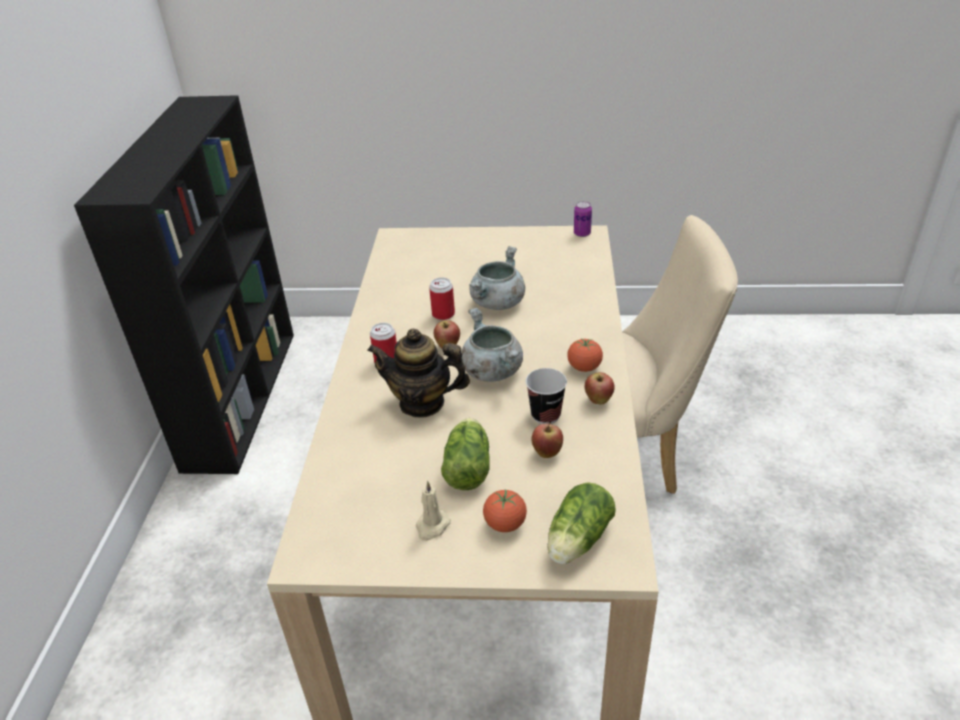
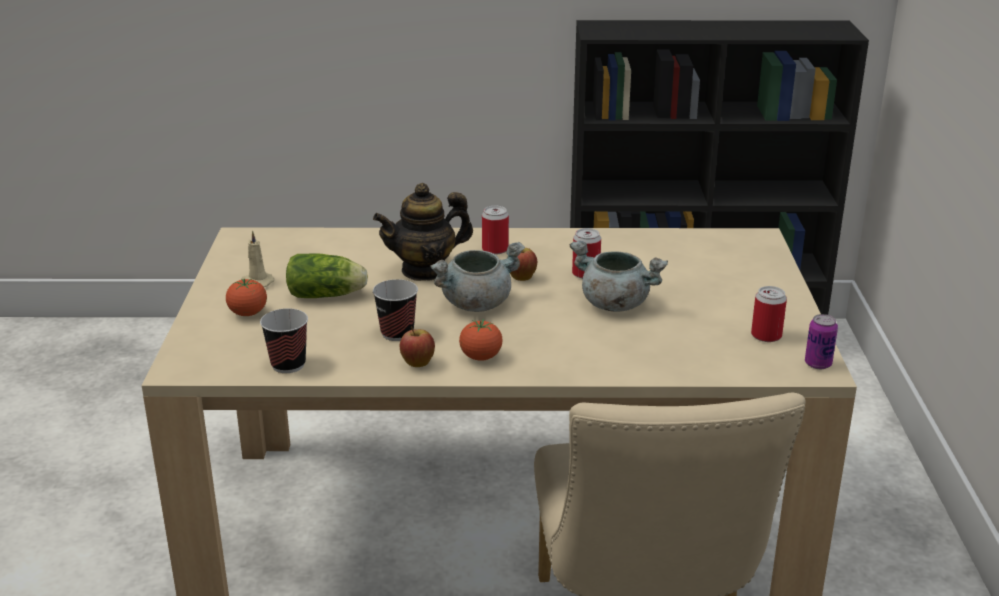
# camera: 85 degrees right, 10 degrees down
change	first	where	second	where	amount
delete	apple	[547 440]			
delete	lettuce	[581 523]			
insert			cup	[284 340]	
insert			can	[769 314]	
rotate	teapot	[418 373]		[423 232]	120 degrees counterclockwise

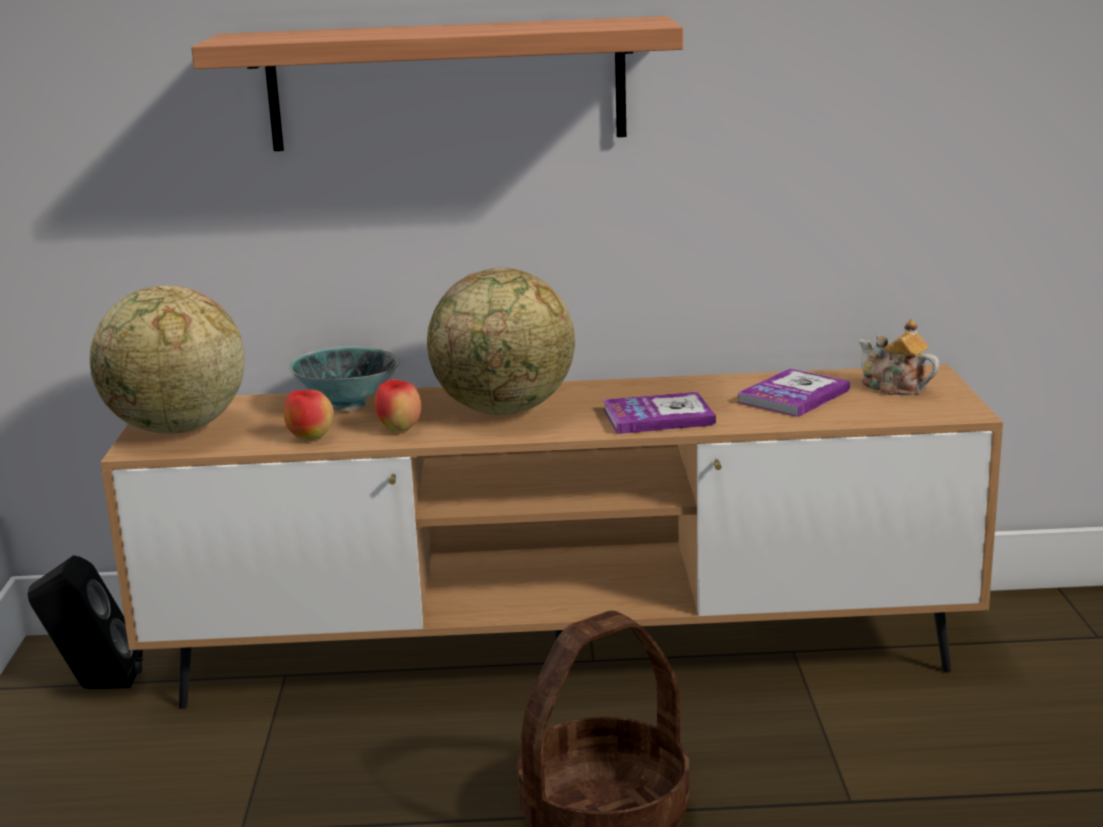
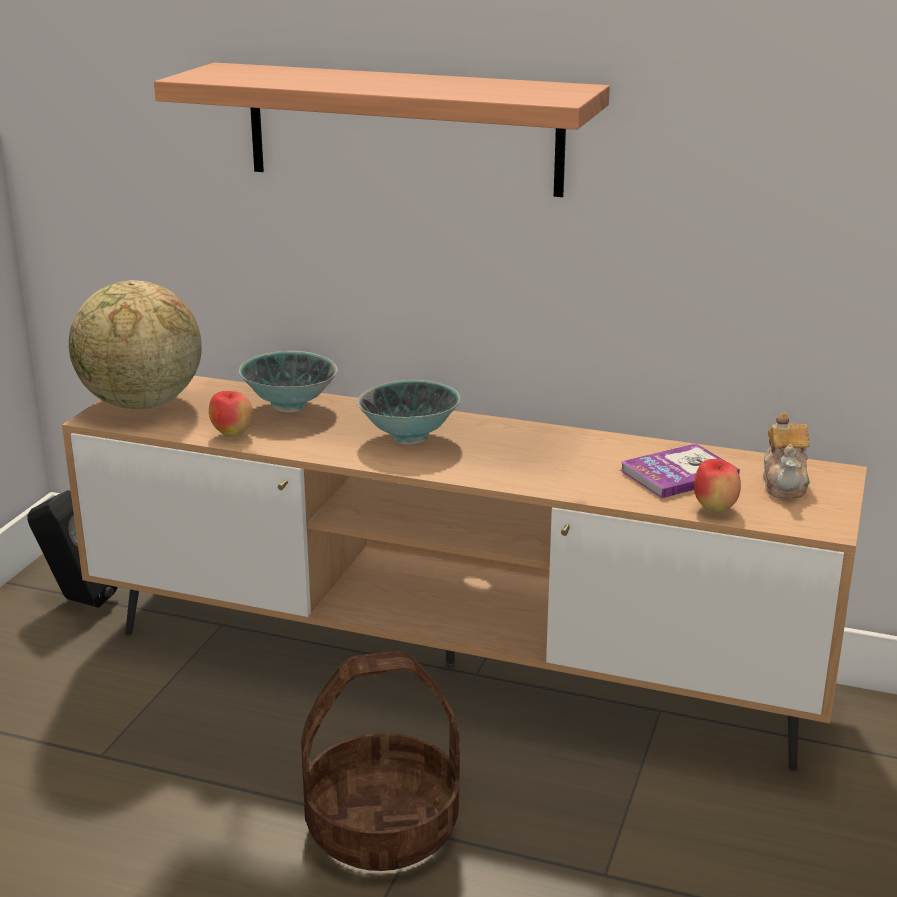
# camera: 20 degrees right, 5 degrees up
change	first	where	second	where	amount
delete	book	[659 413]			
move	apple	[398 406]		[717 485]	
replace	globe	[501 341]	bowl	[409 412]	
rotate	teapot	[899 357]		[786 456]	150 degrees counterclockwise

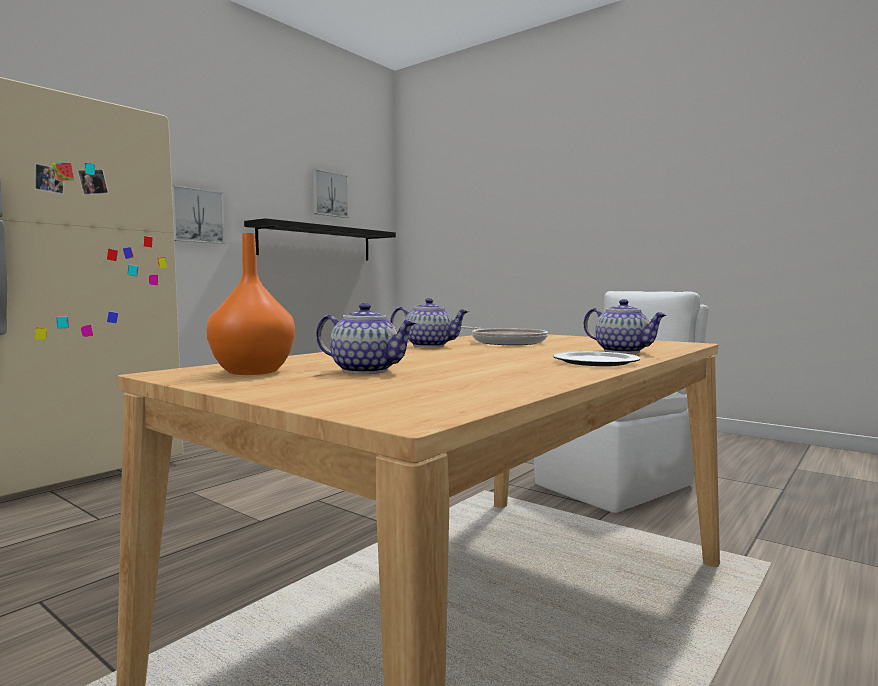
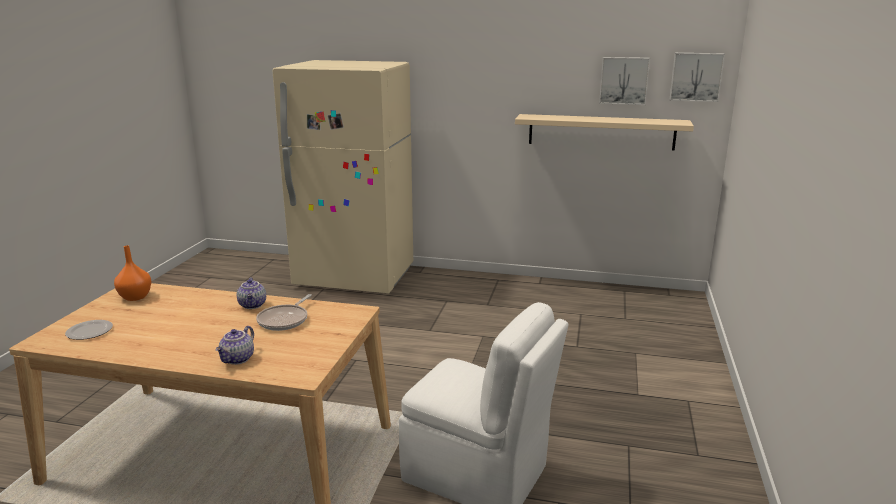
# camera: 65 degrees right, 15 degrees up
change	first	where	second	where	amount
delete	teapot	[366 338]			
move	picture	[198 214]		[697 77]	
move	plate	[597 358]		[89 330]	
recolor	black shelf	[320 239]	beige shelf	[604 132]	

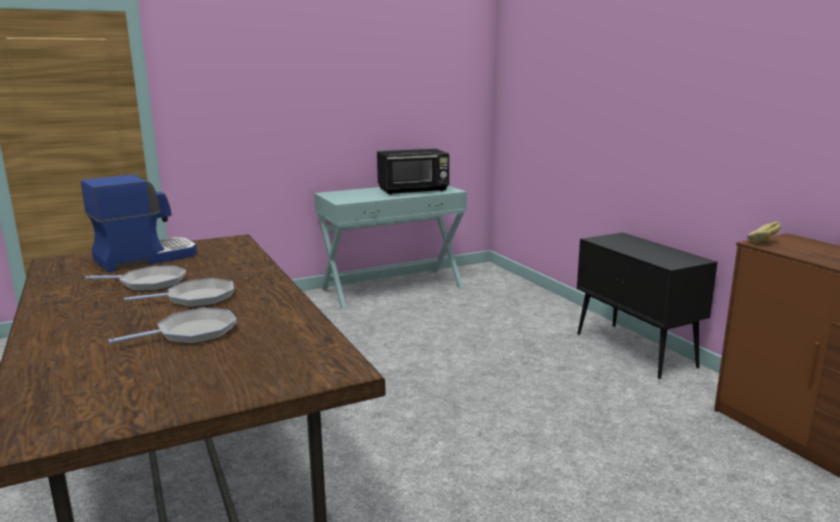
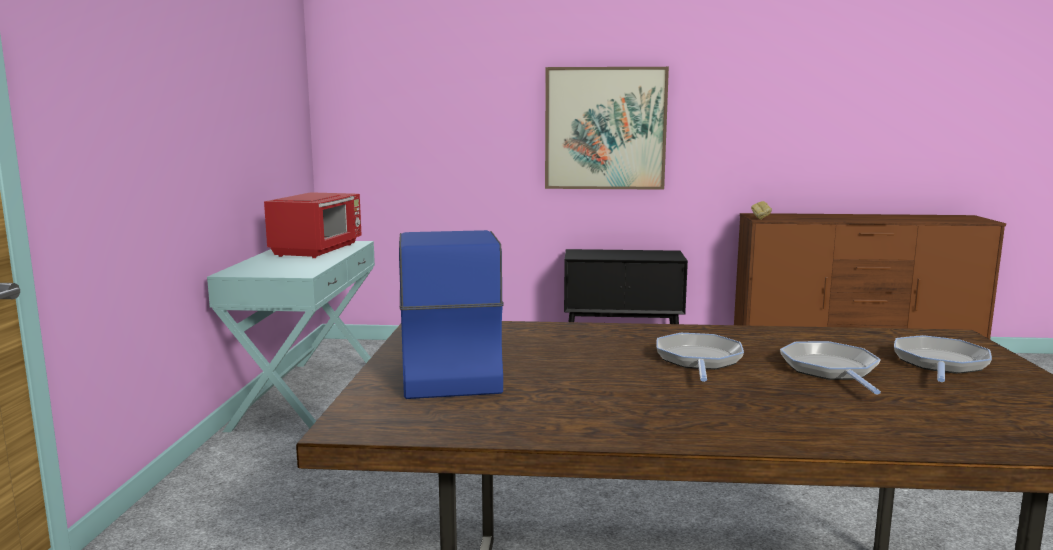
# camera: 60 degrees left, 5 degrees down
change	first	where	second	where	amount
insert			picture	[607 128]	
move	frying pan	[135 278]		[943 358]	
recolor	black microwave	[413 172]	red microwave	[312 225]	

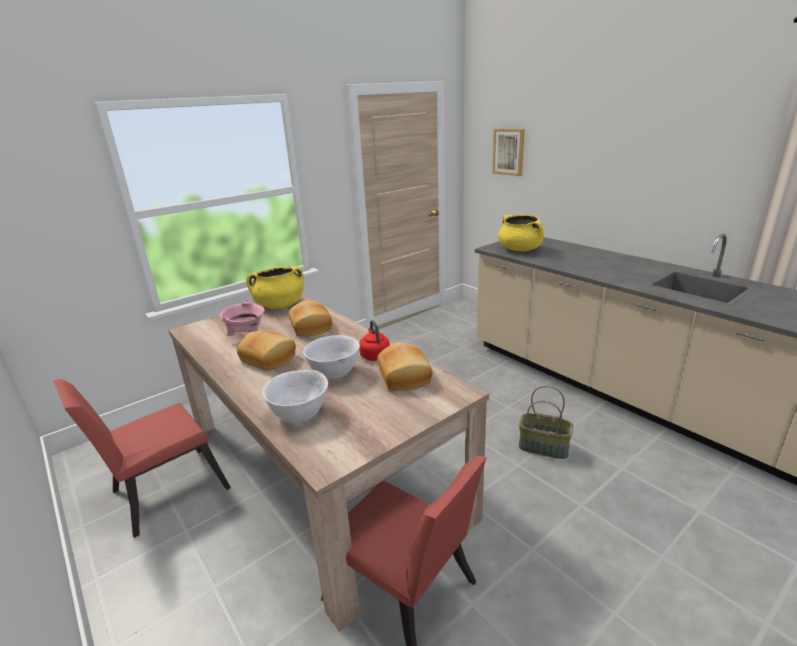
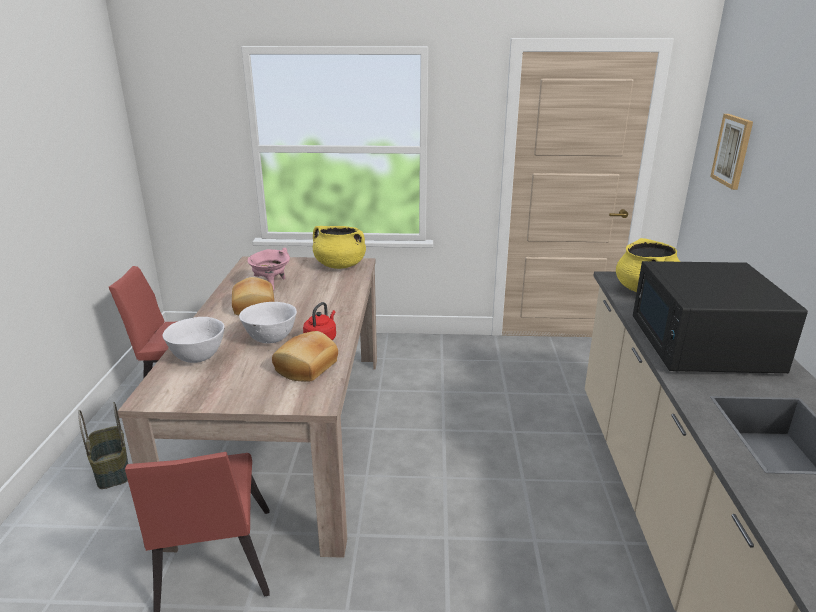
# camera: 40 degrees right, 0 degrees up
change	first	where	second	where	amount
delete	bread	[310 318]			
insert			black microwave	[720 317]	
move	basket	[546 422]		[103 445]	

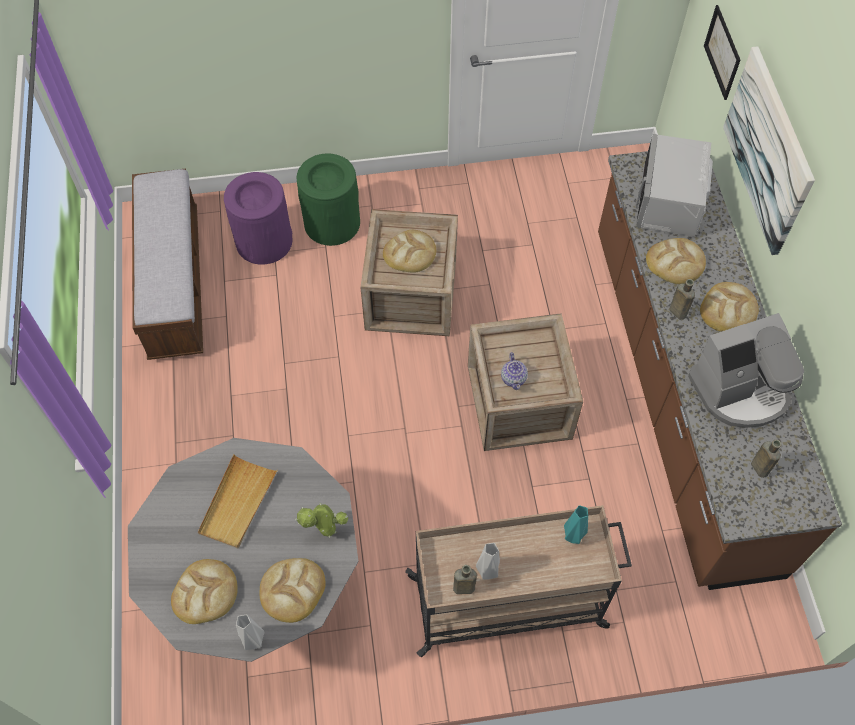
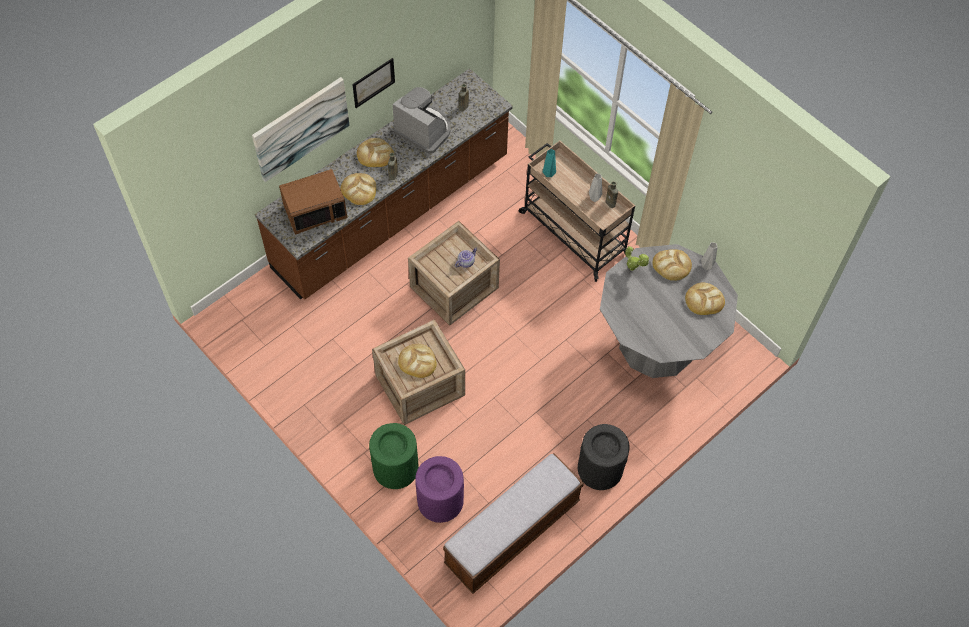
# camera: 125 degrees left, 0 degrees up
change	first	where	second	where	amount
delete	beige tray	[238 501]			
insert			black trash can	[603 457]	
move	picture	[722 52]		[373 83]	
recolor	grey microwave	[674 185]	brown microwave	[313 202]	

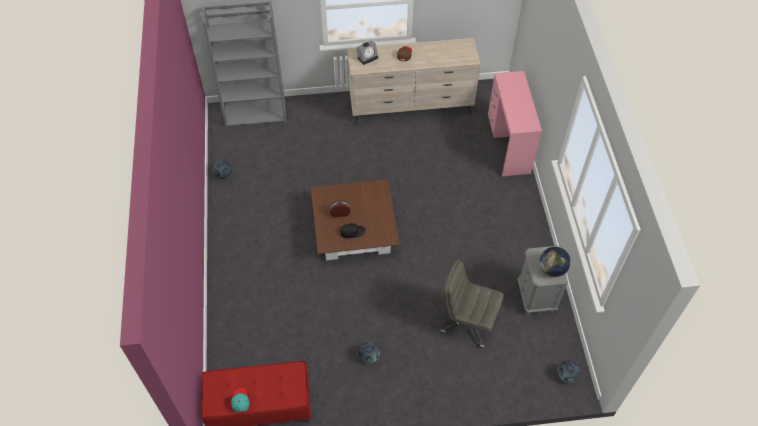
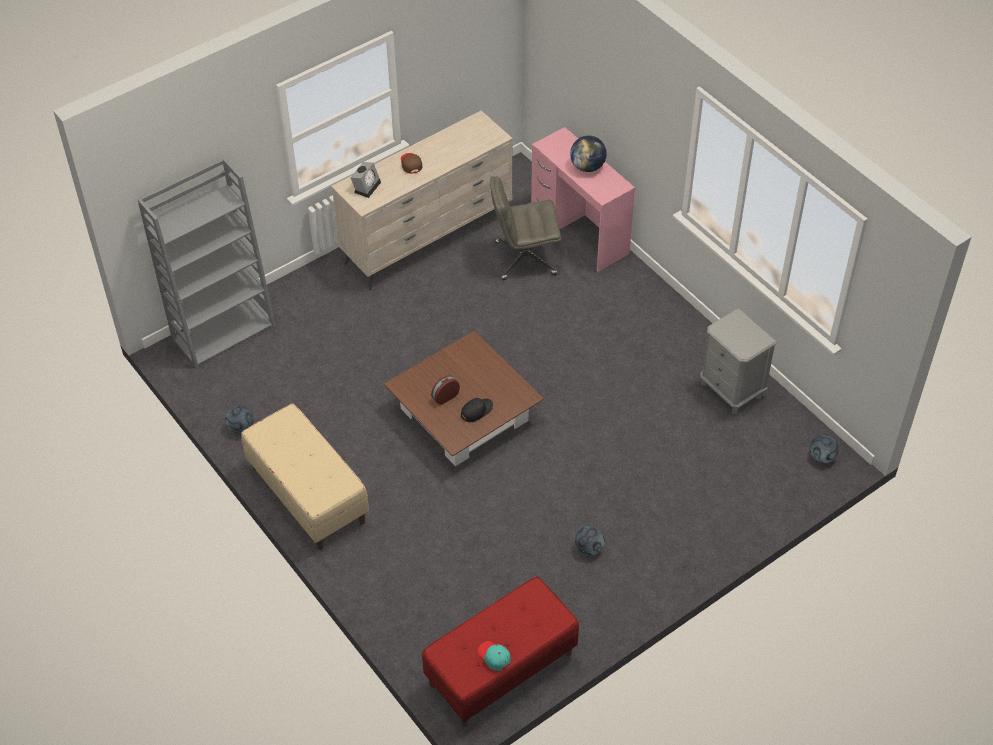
# camera: 30 degrees left, 5 degrees down
change	first	where	second	where	amount
insert			beige bench	[305 477]	
move	grey office chair	[472 304]		[525 228]	
move	globe	[555 262]		[588 153]	

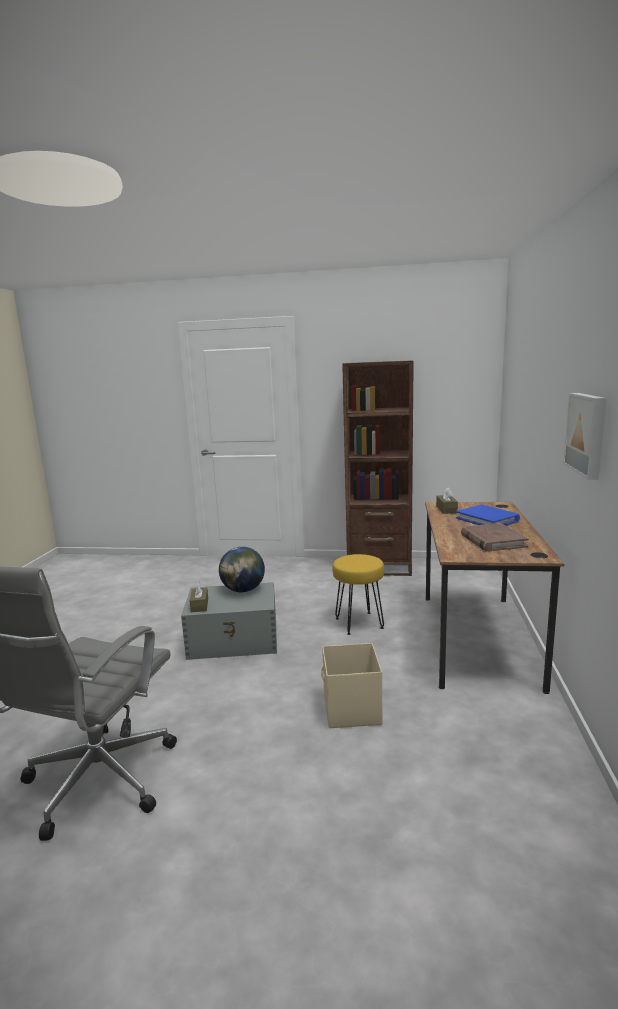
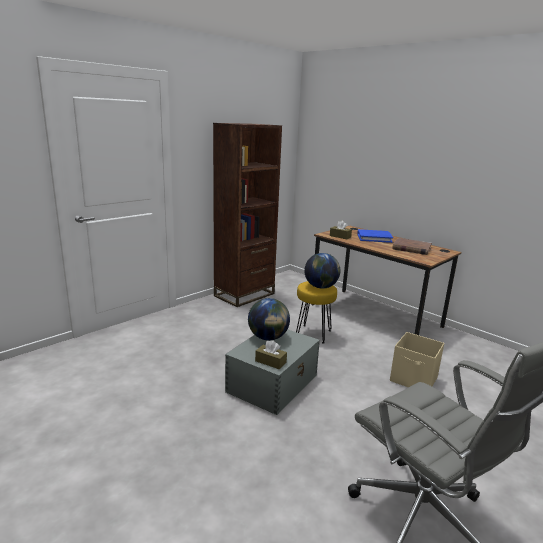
# camera: 55 degrees left, 5 degrees up
change	first	where	second	where	amount
delete	picture	[585 436]			
insert			globe	[322 271]	

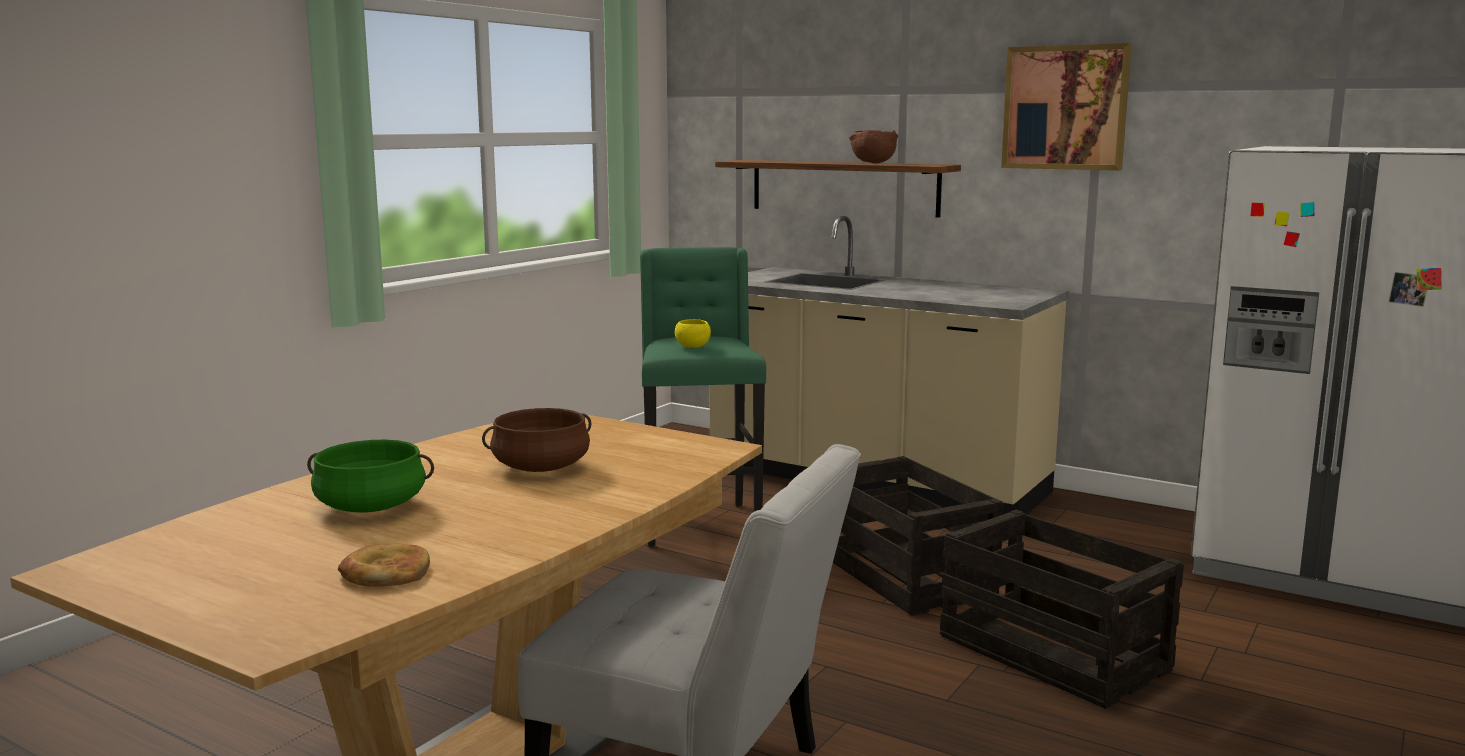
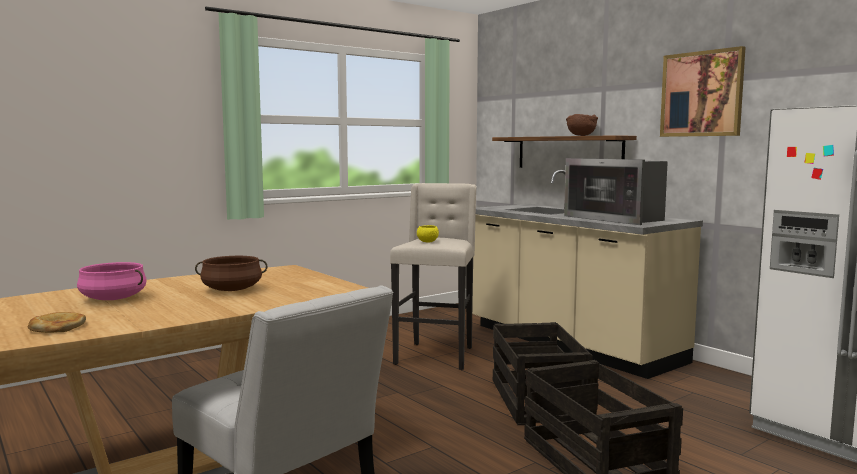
# camera: 20 degrees right, 5 degrees down
change	first	where	second	where	amount
insert			microwave	[616 191]	
recolor	green cooking pot	[370 476]	pink cooking pot	[112 281]	
recolor	green stool	[703 397]	beige stool	[433 276]	

